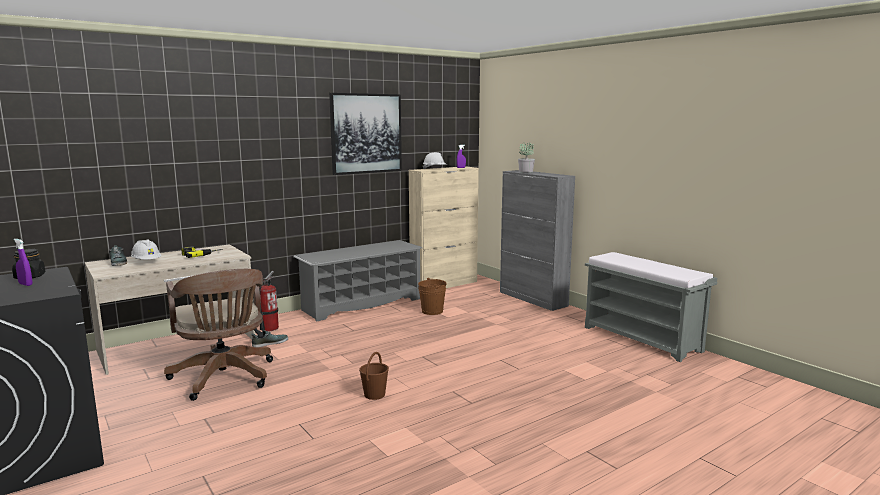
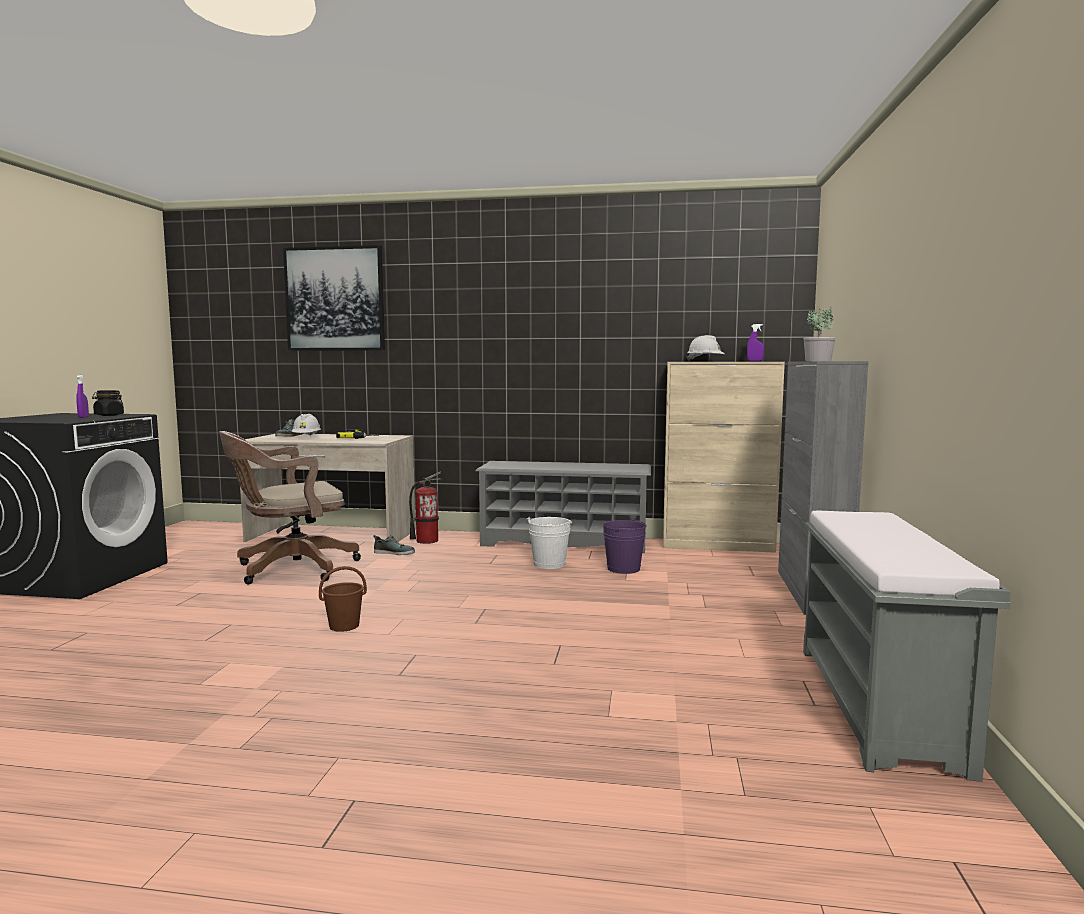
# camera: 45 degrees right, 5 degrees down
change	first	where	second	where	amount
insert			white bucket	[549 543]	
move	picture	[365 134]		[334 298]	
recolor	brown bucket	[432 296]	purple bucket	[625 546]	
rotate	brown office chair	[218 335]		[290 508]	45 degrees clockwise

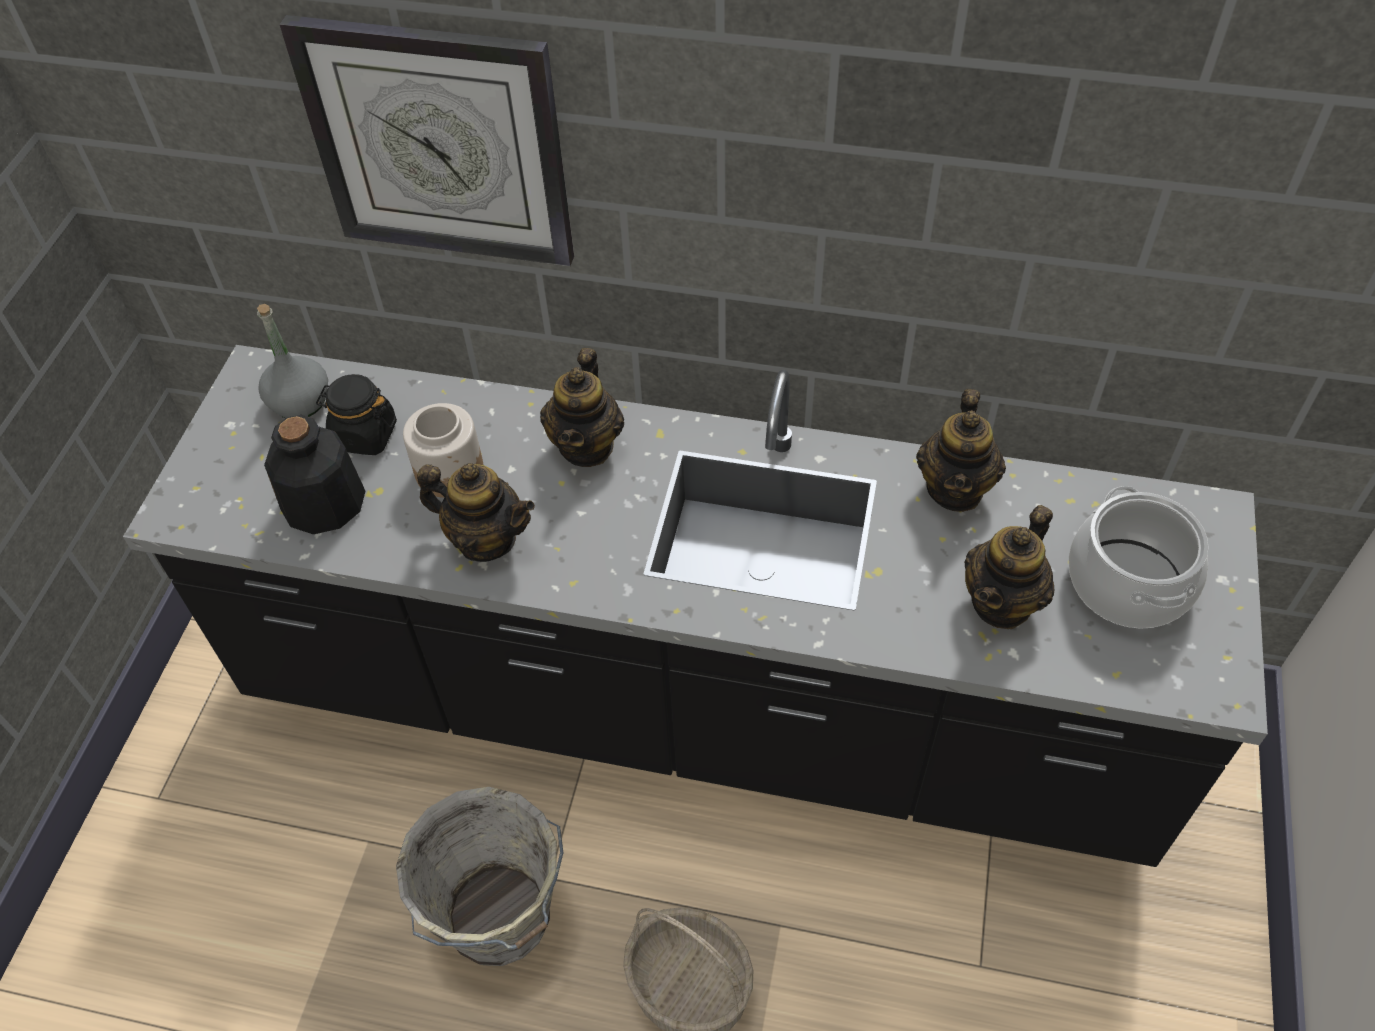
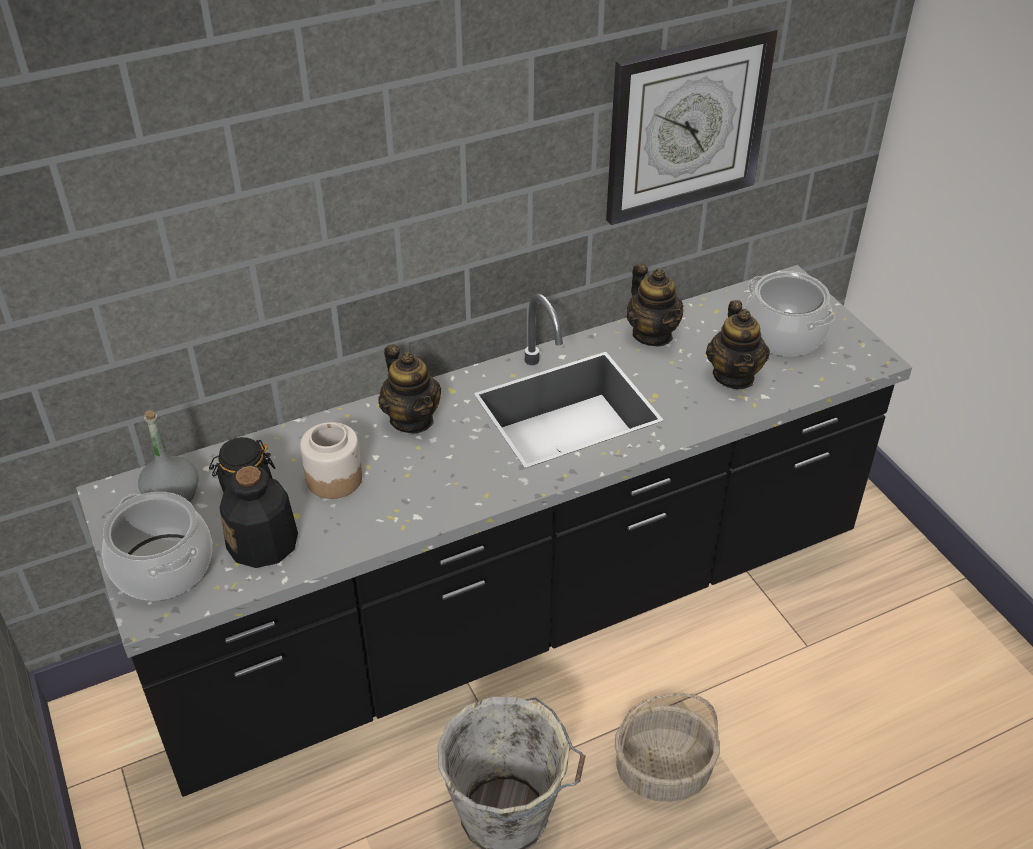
# camera: 40 degrees left, 10 degrees down
change	first	where	second	where	amount
delete	teapot	[476 512]			
insert			cooking pot	[157 546]	
move	wall clock	[426 140]		[692 125]	

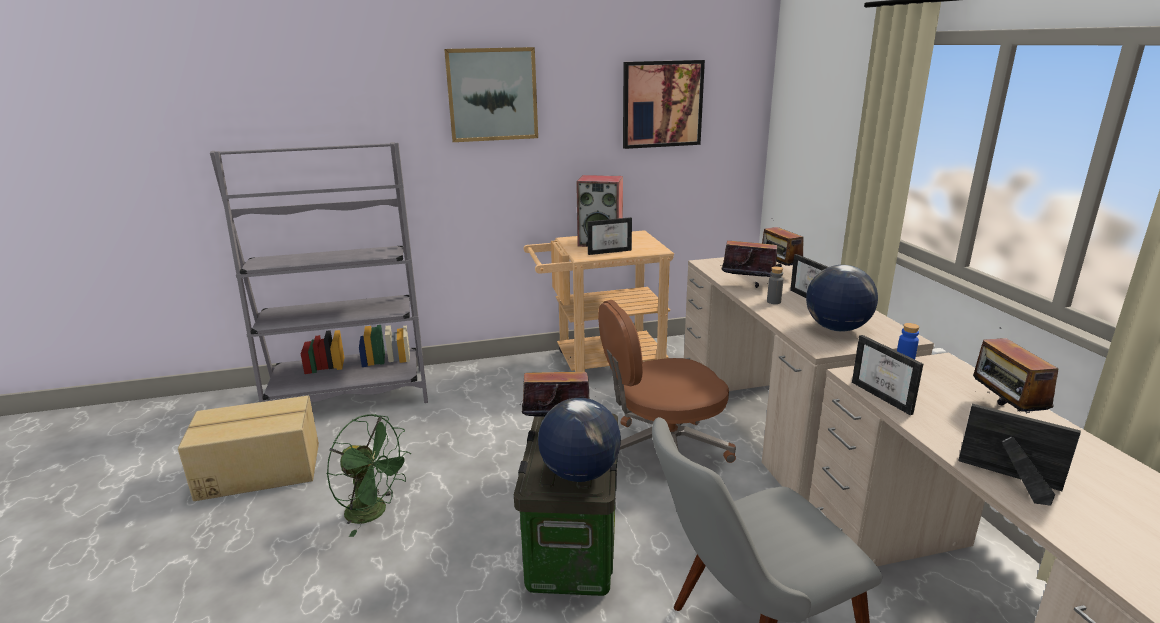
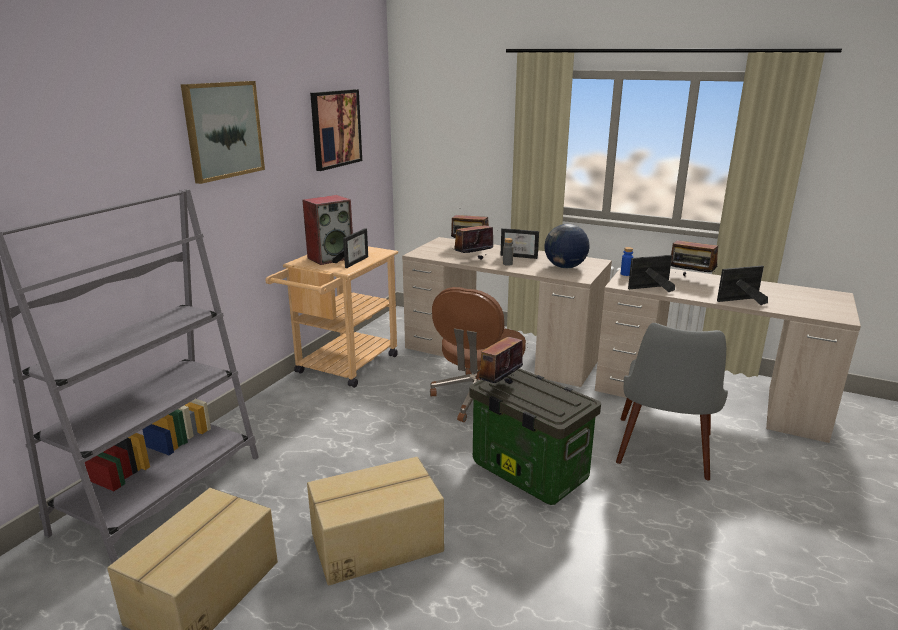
# camera: 50 degrees left, 0 degrees up
change	first	where	second	where	amount
delete	globe	[579 440]			
replace	green fan	[369 475]	cardboard box	[375 521]	
rotate	picture frame	[887 375]		[651 273]	150 degrees clockwise

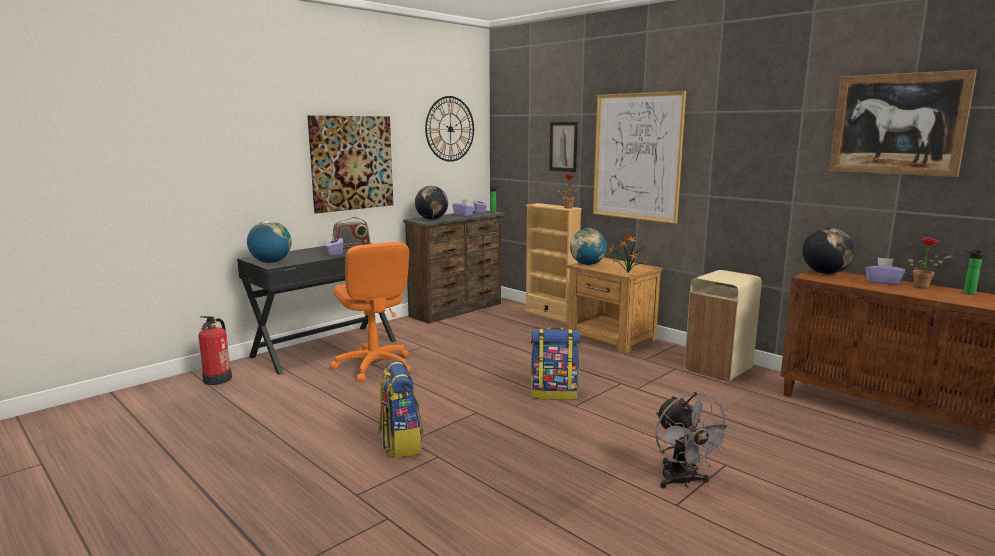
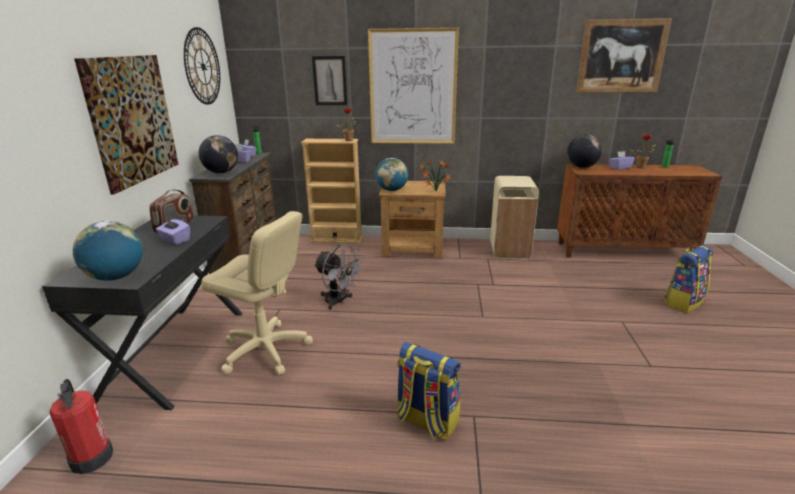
# camera: 40 degrees left, 10 degrees up
change	first	where	second	where	amount
move	backpack	[555 363]		[688 279]	
move	grey fan	[695 440]		[339 277]	
recolor	orange office chair	[370 312]	beige office chair	[257 293]	

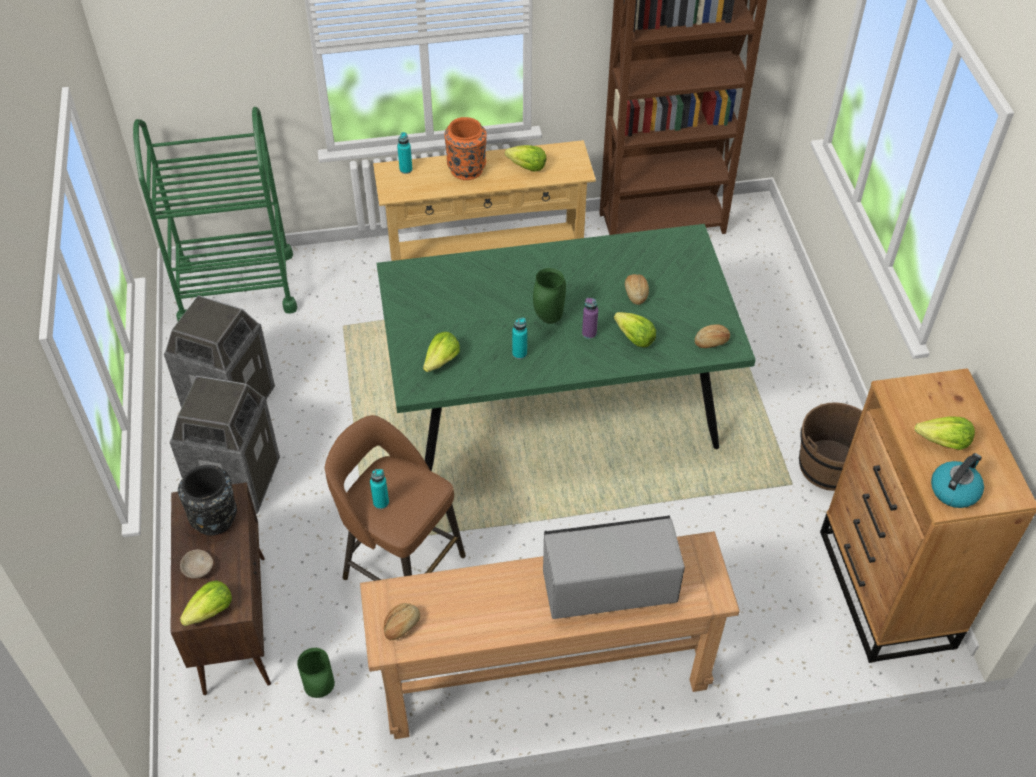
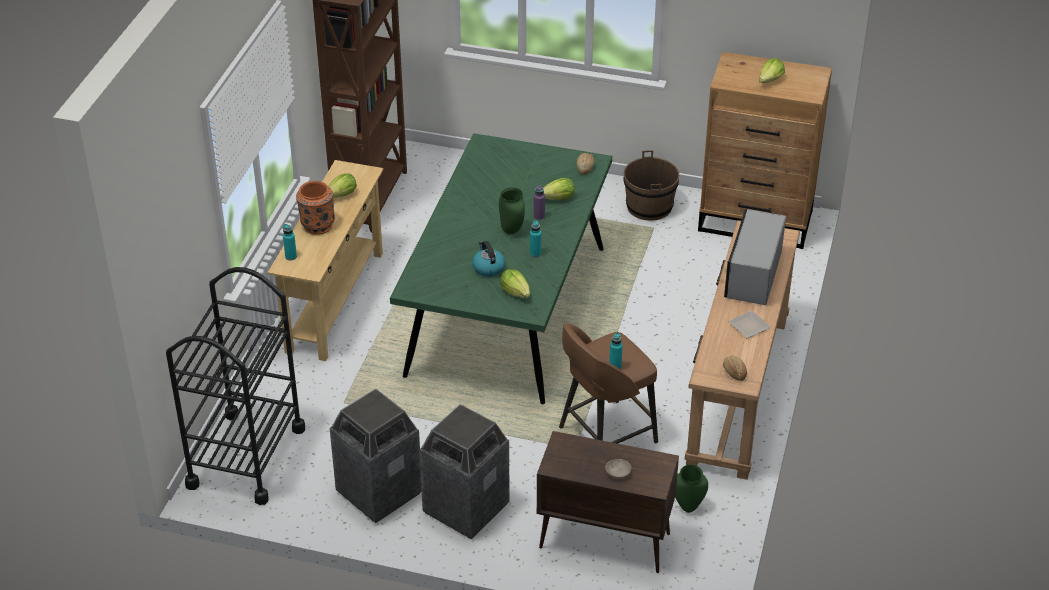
# camera: 65 degrees left, 10 degrees down
change	first	where	second	where	amount
delete	black vase	[207 500]			
delete	lettuce	[206 603]			
delete	bread	[637 289]			
insert			plate	[749 324]	
move	kettle	[957 480]		[488 259]	
recolor	green cart	[215 214]	black cart	[235 386]	

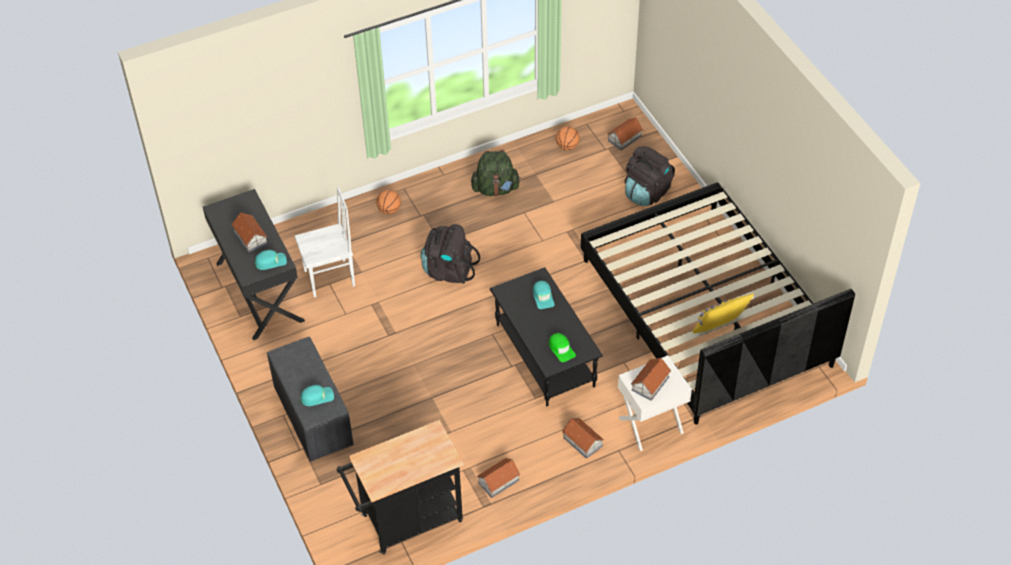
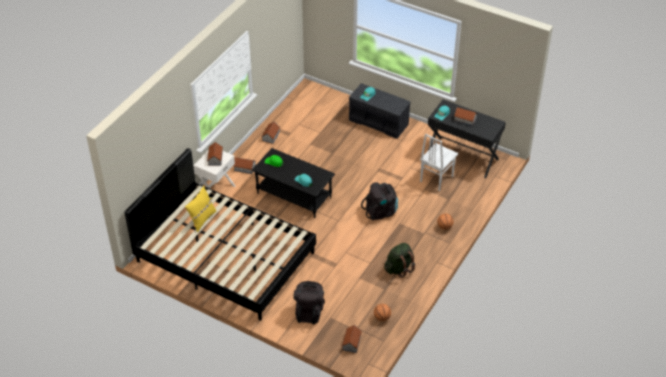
# camera: 145 degrees right, 5 degrees down
change	first	where	second	where	amount
delete	black cart	[400 487]			

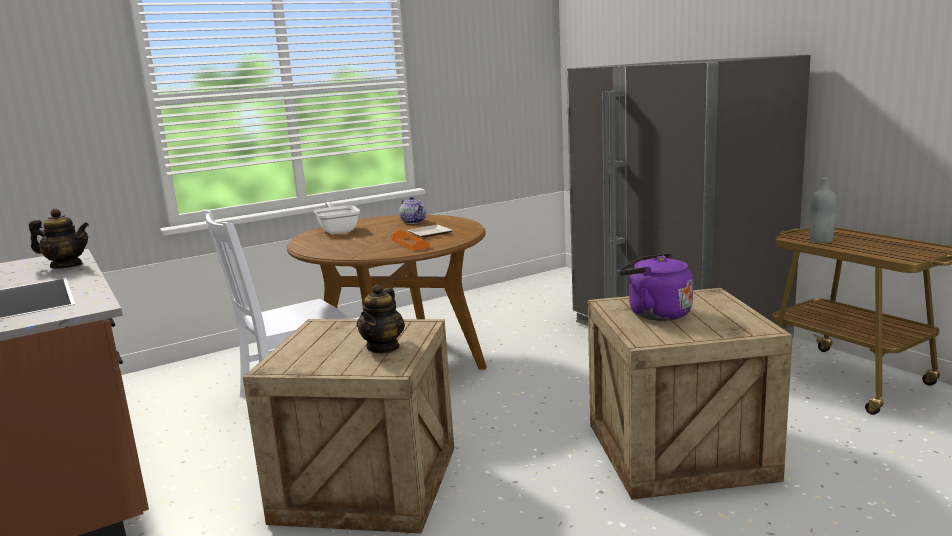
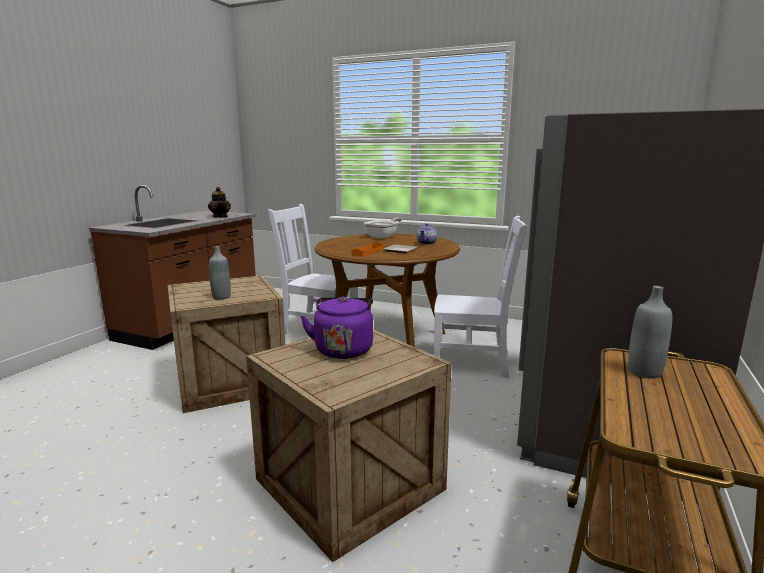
# camera: 55 degrees right, 0 degrees up
change	first	where	second	where	amount
insert			white chair	[480 297]	
replace	teapot	[381 318]	grey bottle	[220 272]	

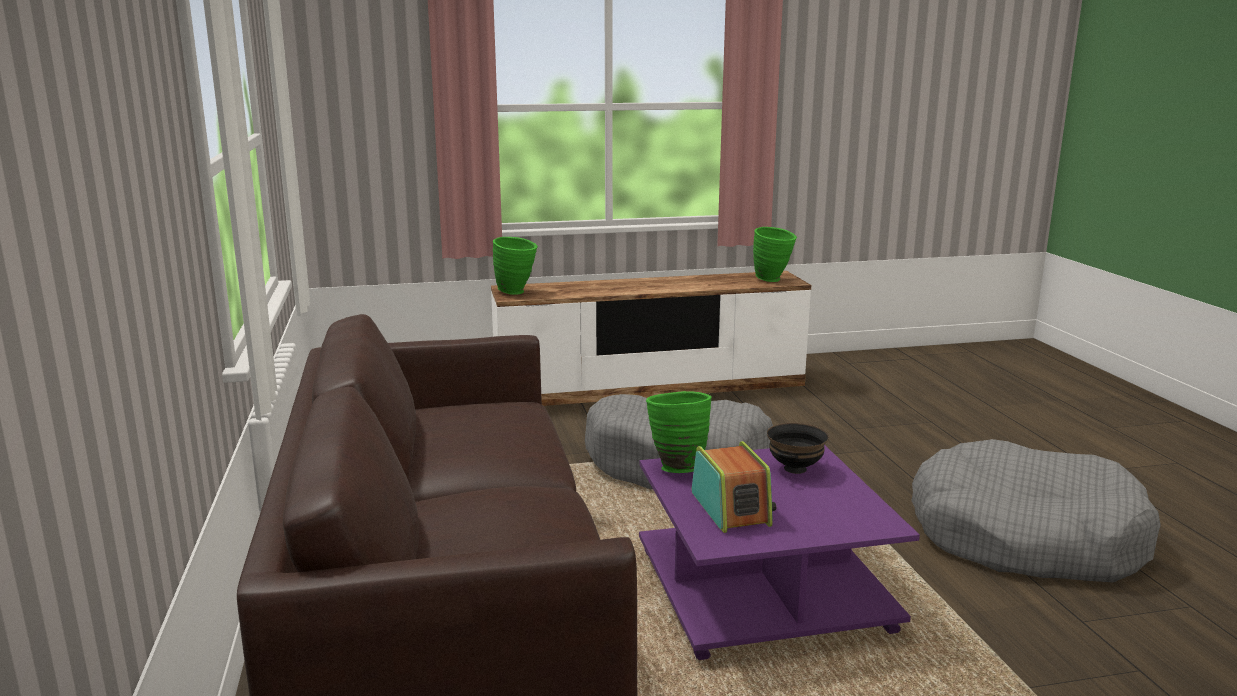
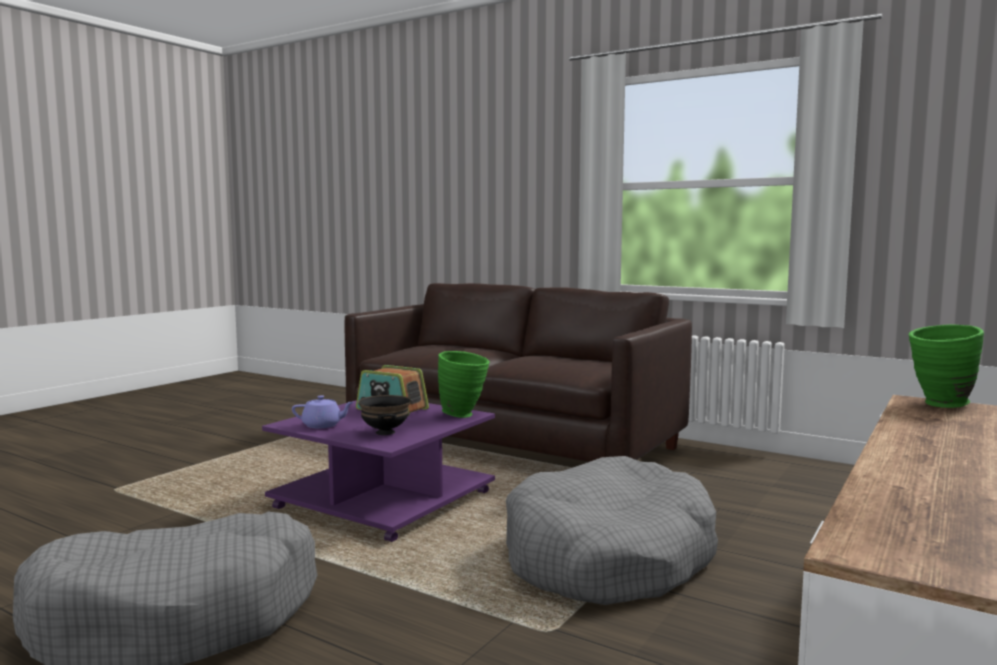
# camera: 135 degrees right, 10 degrees down
change	first	where	second	where	amount
delete	green vase	[775 254]			
insert			purple teapot	[323 411]	

